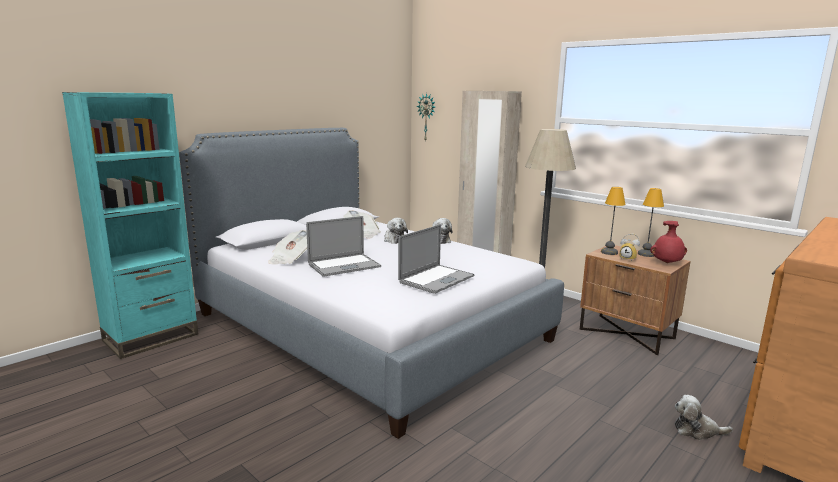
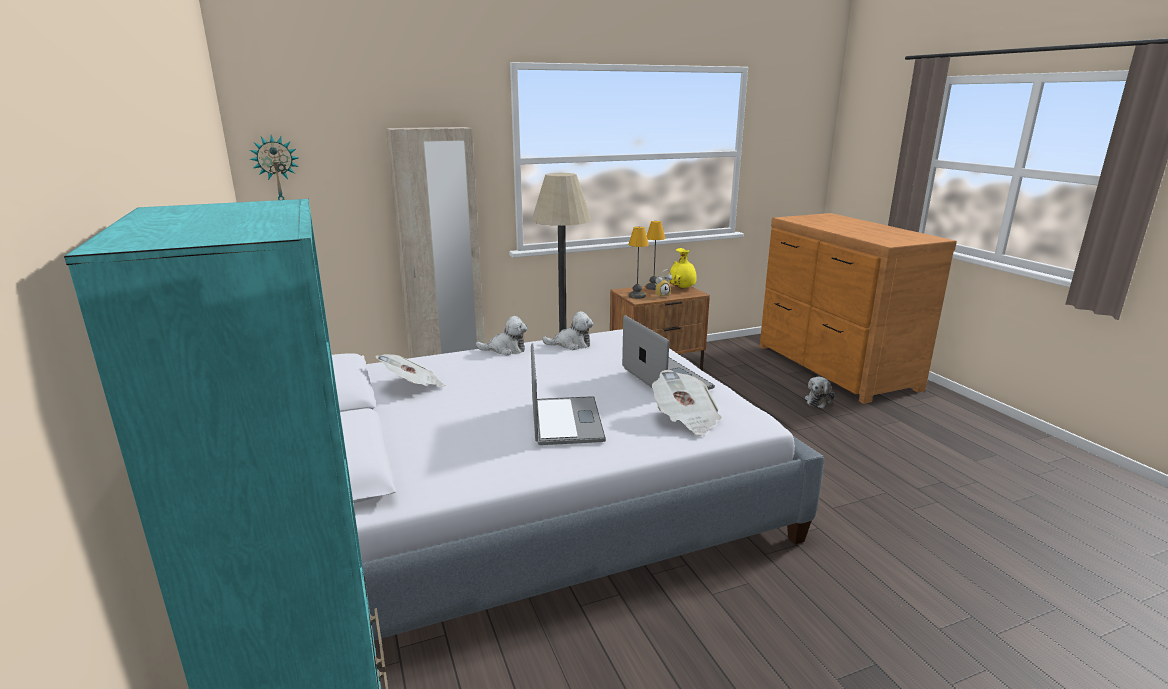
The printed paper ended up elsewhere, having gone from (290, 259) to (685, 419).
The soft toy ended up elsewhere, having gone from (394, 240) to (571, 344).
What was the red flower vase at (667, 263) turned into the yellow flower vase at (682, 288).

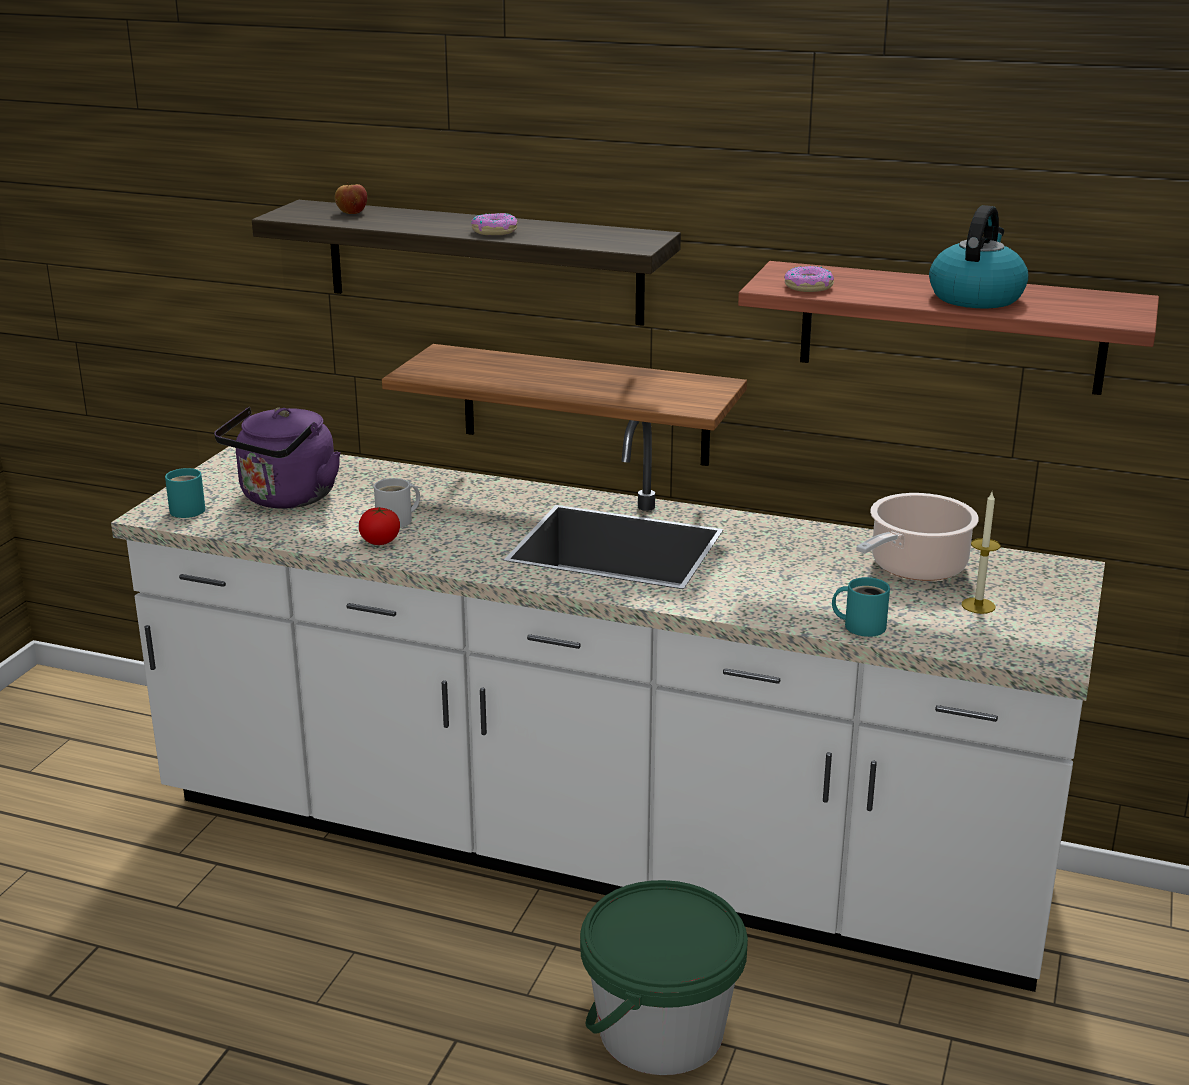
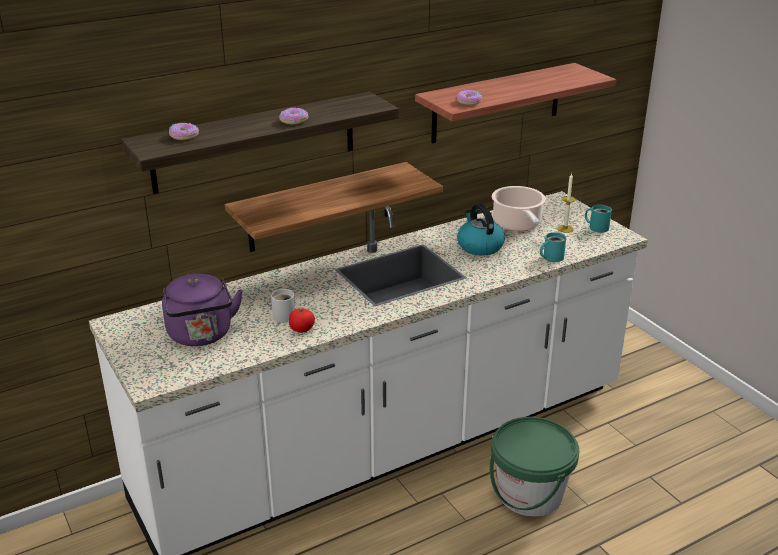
The turquoise mug ended up elsewhere, having gone from (189, 509) to (597, 227).
The water kettle ended up elsewhere, having gone from (976, 297) to (479, 246).
Where the apple stood at (352, 212), the ring doughnut came to stand at (184, 136).

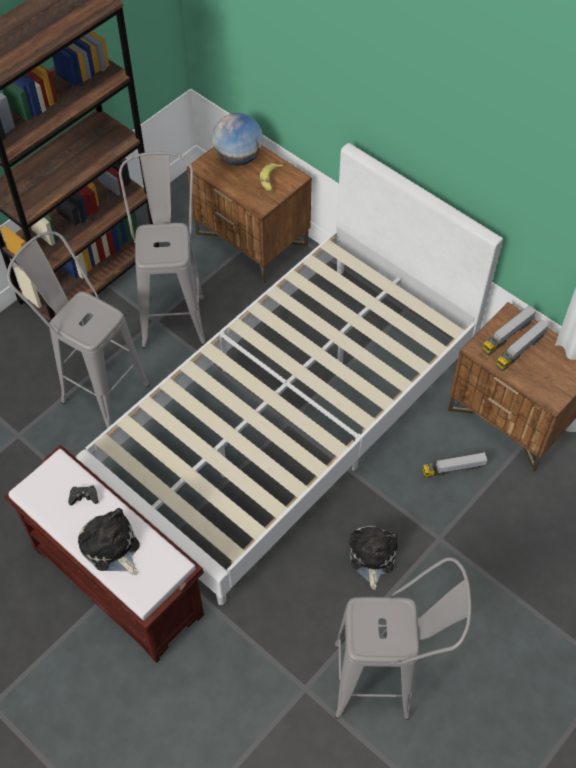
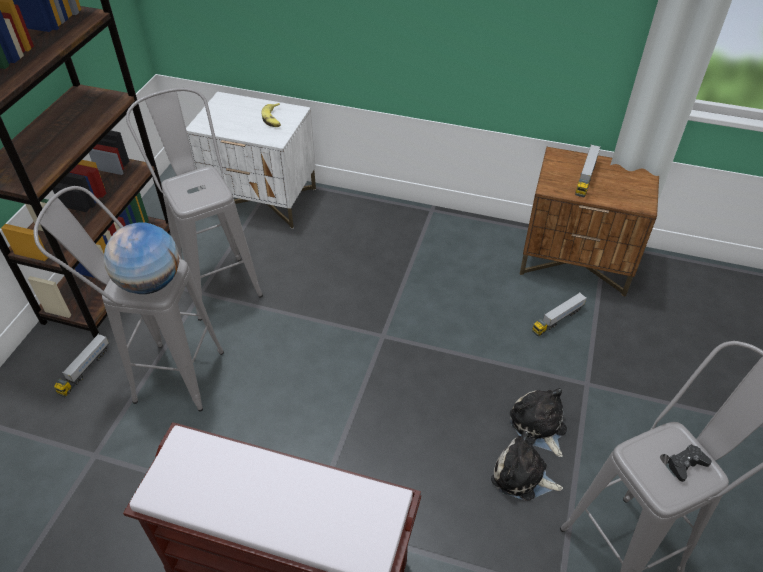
The second view lost the white-coloured bedroom bed at (288, 419).
The black gamepad ended up elsewhere, having gone from (84, 497) to (686, 465).
The soft toy ended up elsewhere, having gone from (111, 548) to (522, 476).
The world globe ended up elsewhere, having gone from (238, 158) to (151, 283).
The toy lorry ended up elsewhere, having gone from (507, 335) to (85, 370).
What was the brown-coloured night table at (252, 240) turned into the white-coloured night table at (262, 199).

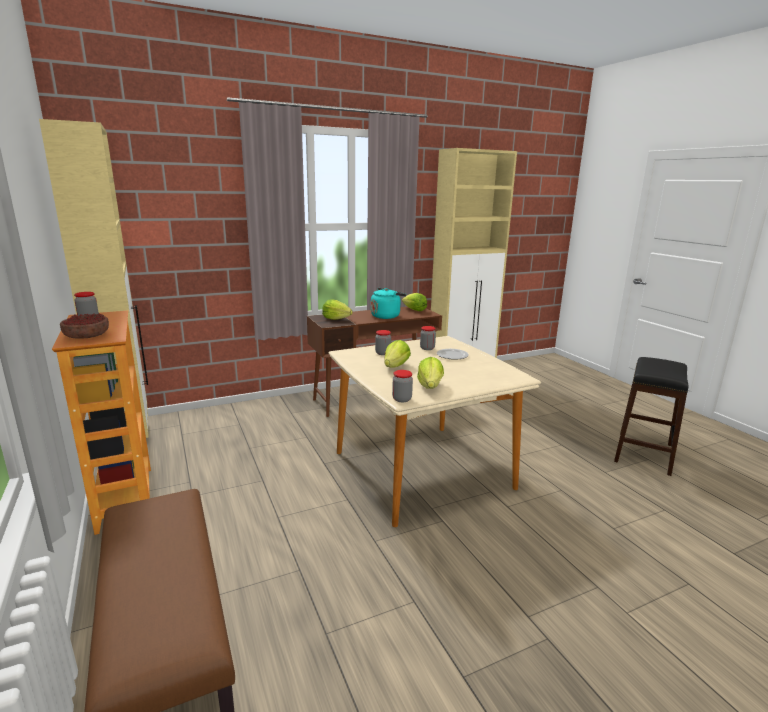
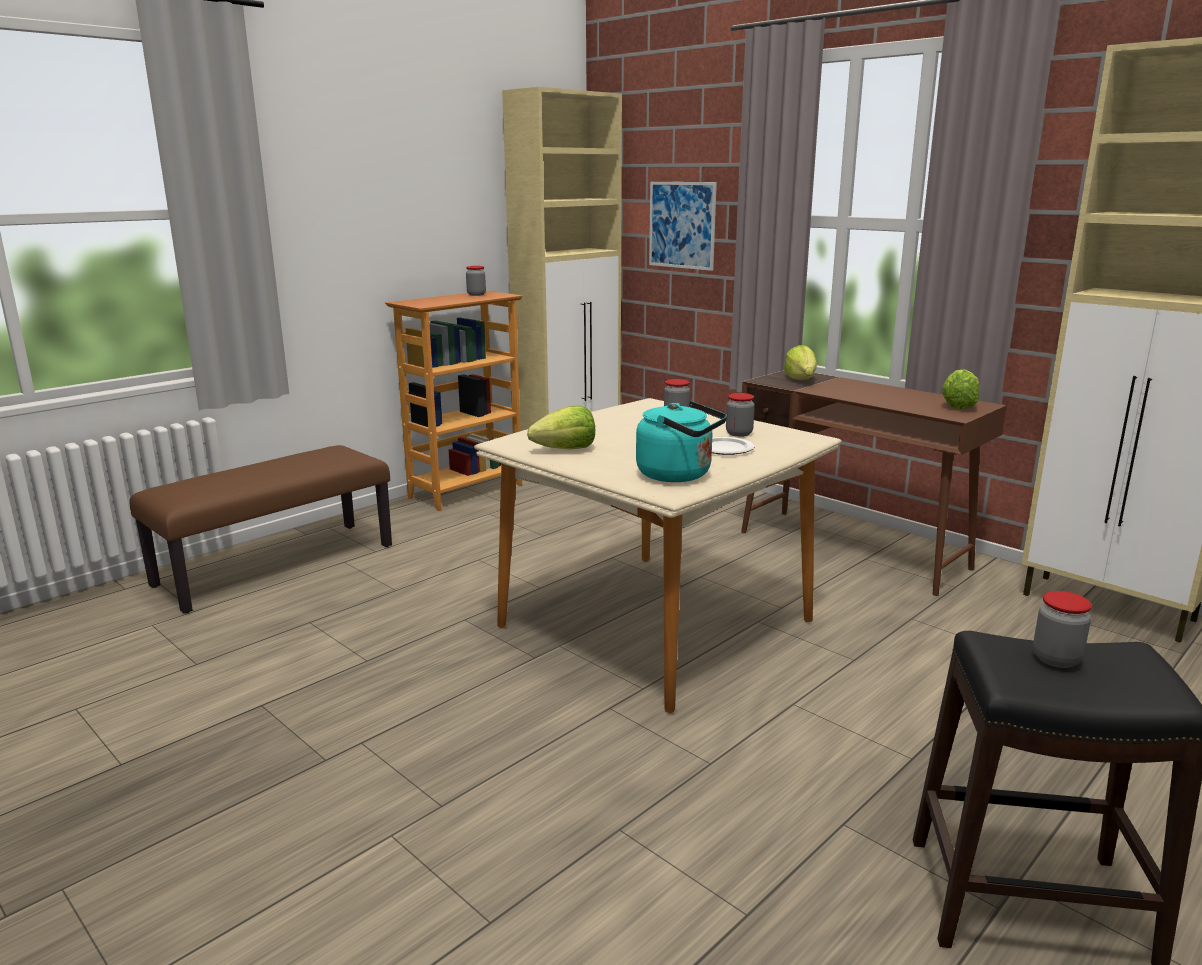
The second view lost the deep dish at (87, 336).
The second view lost the head of lettuce at (395, 366).
The second view gained the wall picture at (682, 225).
The turquoise water kettle ended up elsewhere, having gone from (386, 316) to (679, 475).
The storage jar ended up elsewhere, having gone from (402, 399) to (1056, 659).

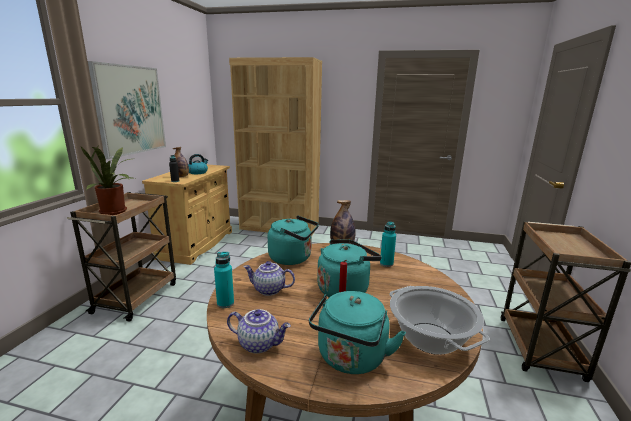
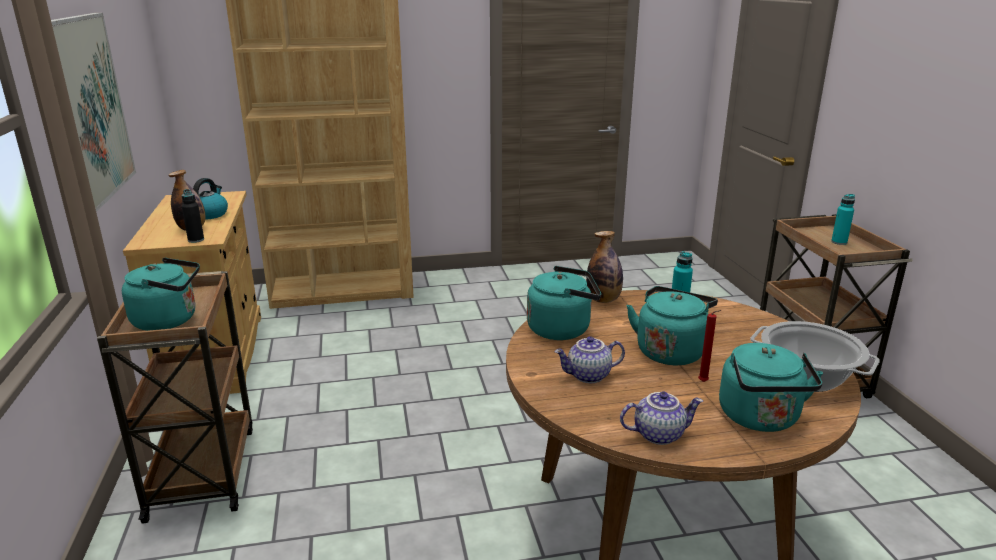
The turquoise bottle ended up elsewhere, having gone from (225, 303) to (839, 242).
Where the plant in a pot stood at (116, 212), the turquoise water kettle came to stand at (169, 320).

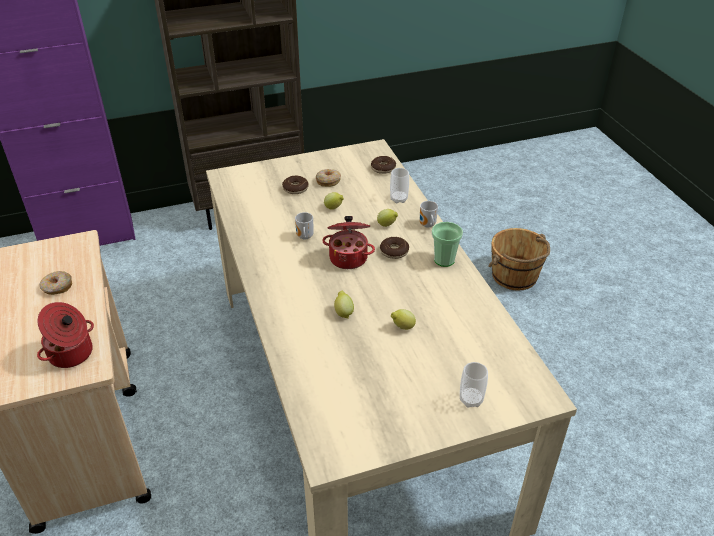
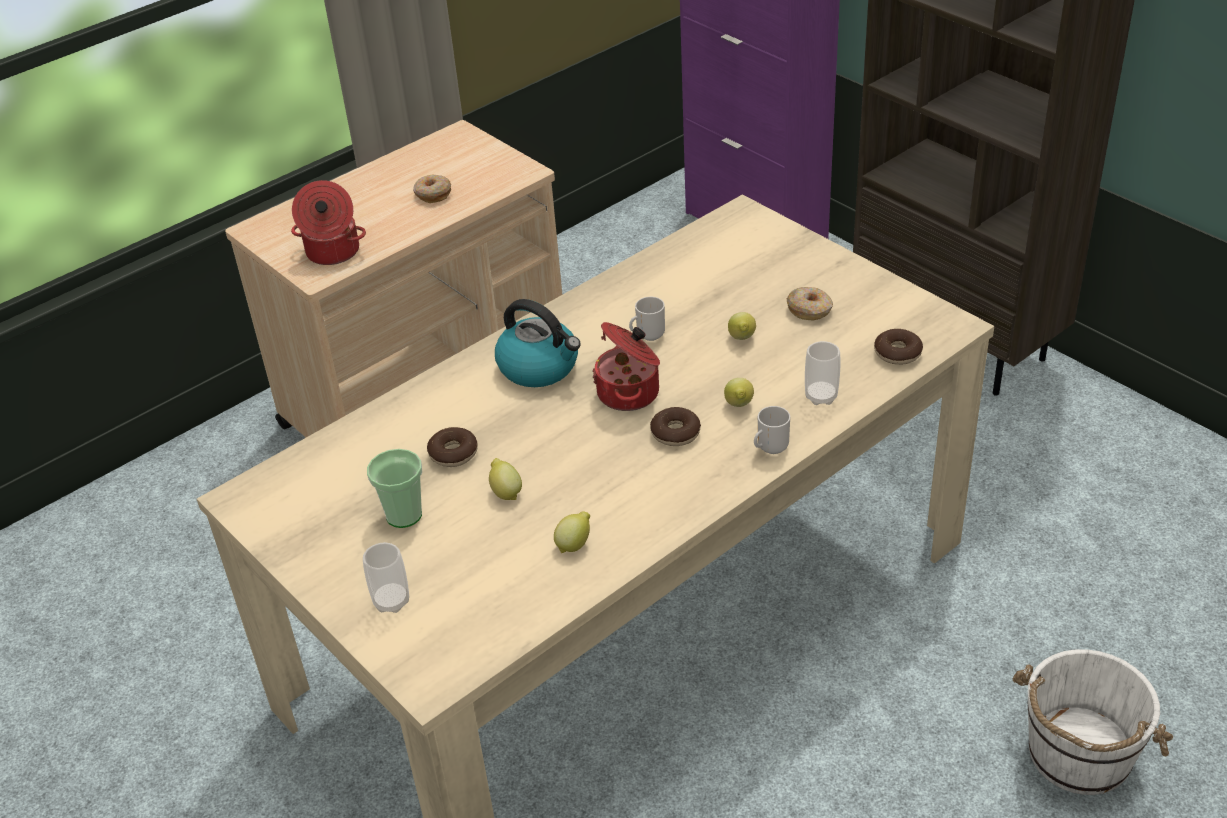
The second view gained the water kettle at (540, 367).
The ring doughnut ended up elsewhere, having gone from (295, 188) to (453, 453).
The citrus fruit ended up elsewhere, having gone from (343, 312) to (574, 544).
The cup ended up elsewhere, having gone from (444, 260) to (404, 515).
What was the brown-coloured pail at (515, 276) turned into the white-coloured pail at (1078, 755).

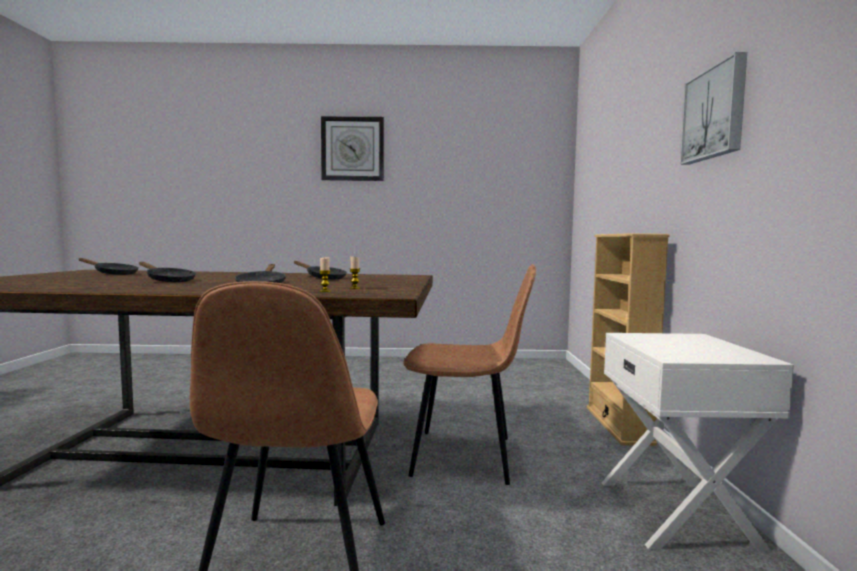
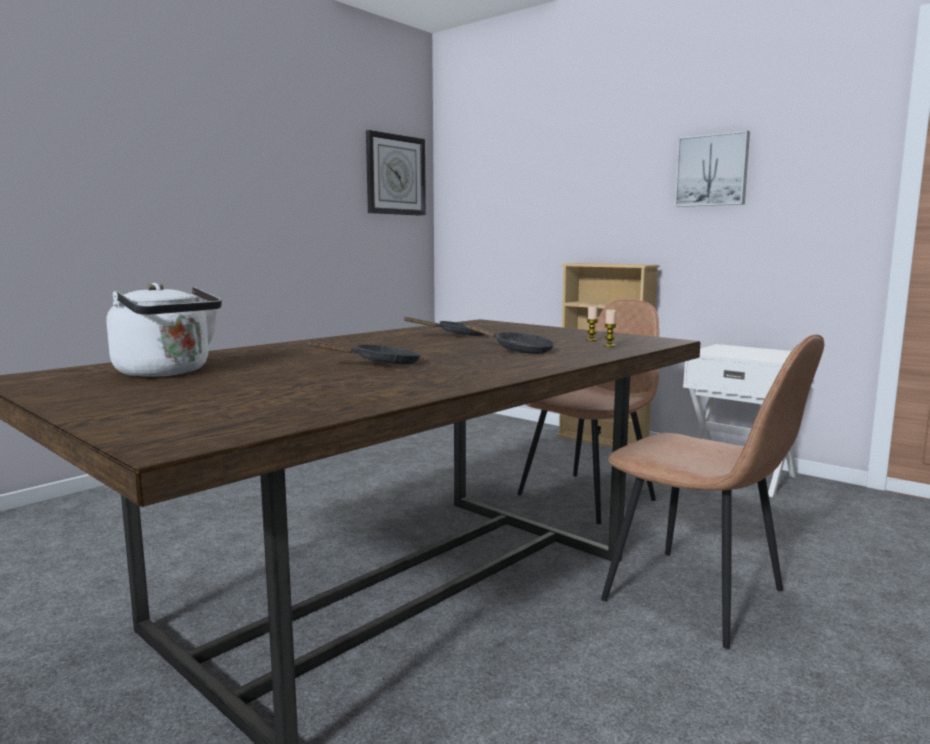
The hanging clock ended up elsewhere, having gone from (352, 149) to (395, 175).
Where the black skillet stood at (113, 274), the white-coloured water kettle came to stand at (167, 372).

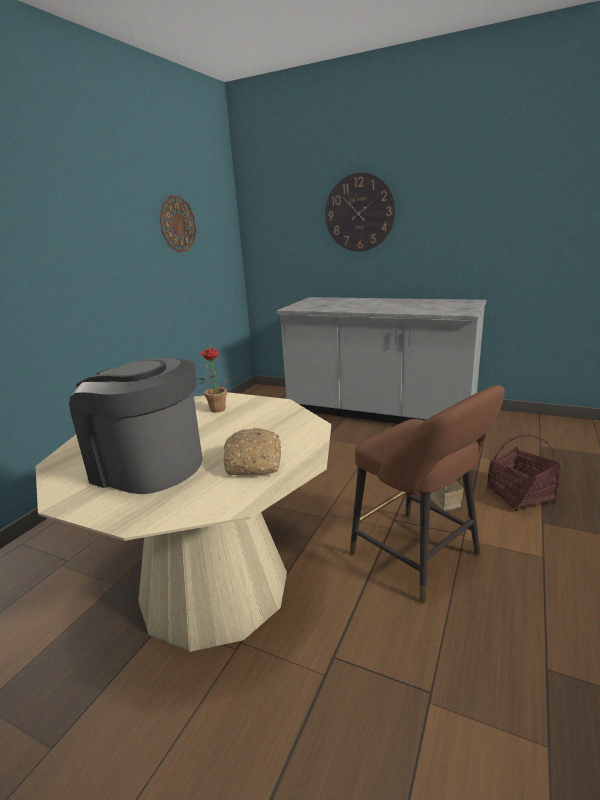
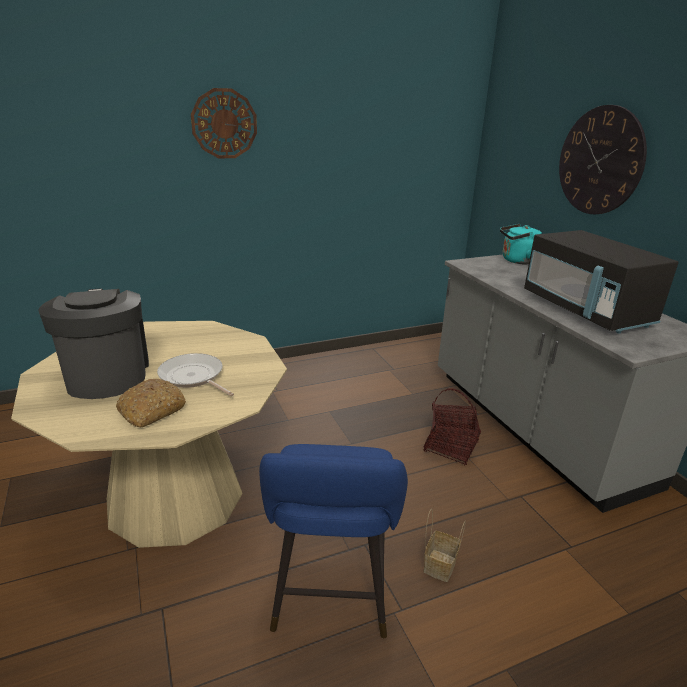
The second view lost the plant in a pot at (217, 410).
The second view gained the skillet at (193, 377).
The second view gained the turquoise water kettle at (517, 261).
The second view gained the black microwave at (585, 310).
The hanging clock ended up elsewhere, having gone from (177, 224) to (224, 124).
The storage basket ended up elsewhere, having gone from (520, 496) to (451, 447).
What was the brown-coloured sitting stool at (420, 557) turned into the blue-coloured sitting stool at (331, 595).

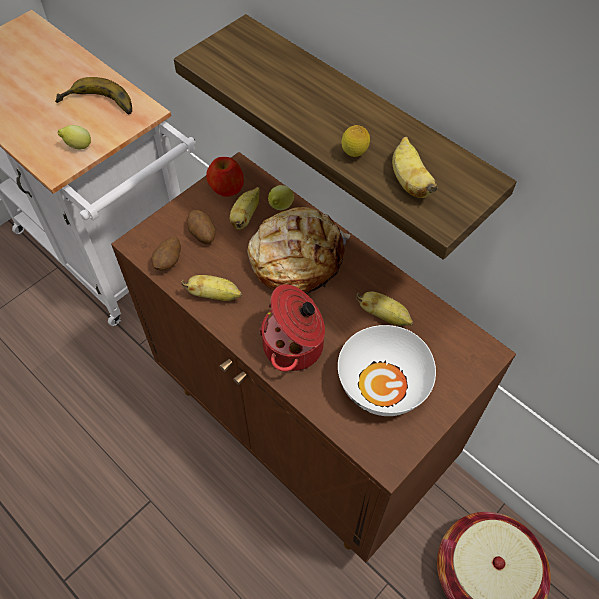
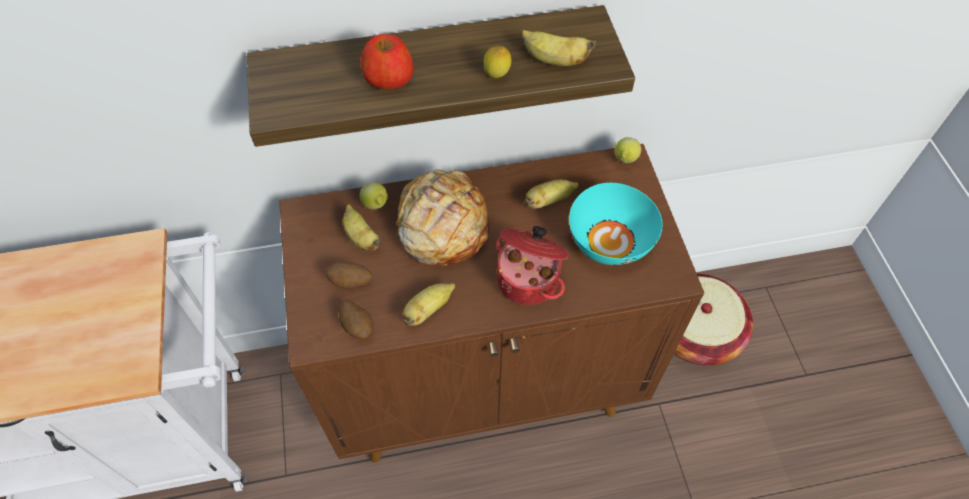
The second view lost the banana fruit at (97, 106).
The citrus fruit ended up elsewhere, having gone from (78, 146) to (625, 160).
The apple ended up elsewhere, having gone from (226, 187) to (388, 79).
What was the white-coloured deep dish at (382, 384) turned into the turquoise deep dish at (609, 241).

